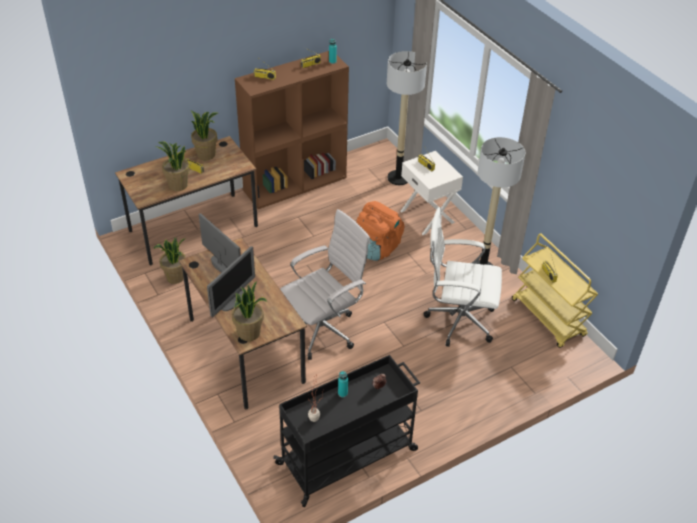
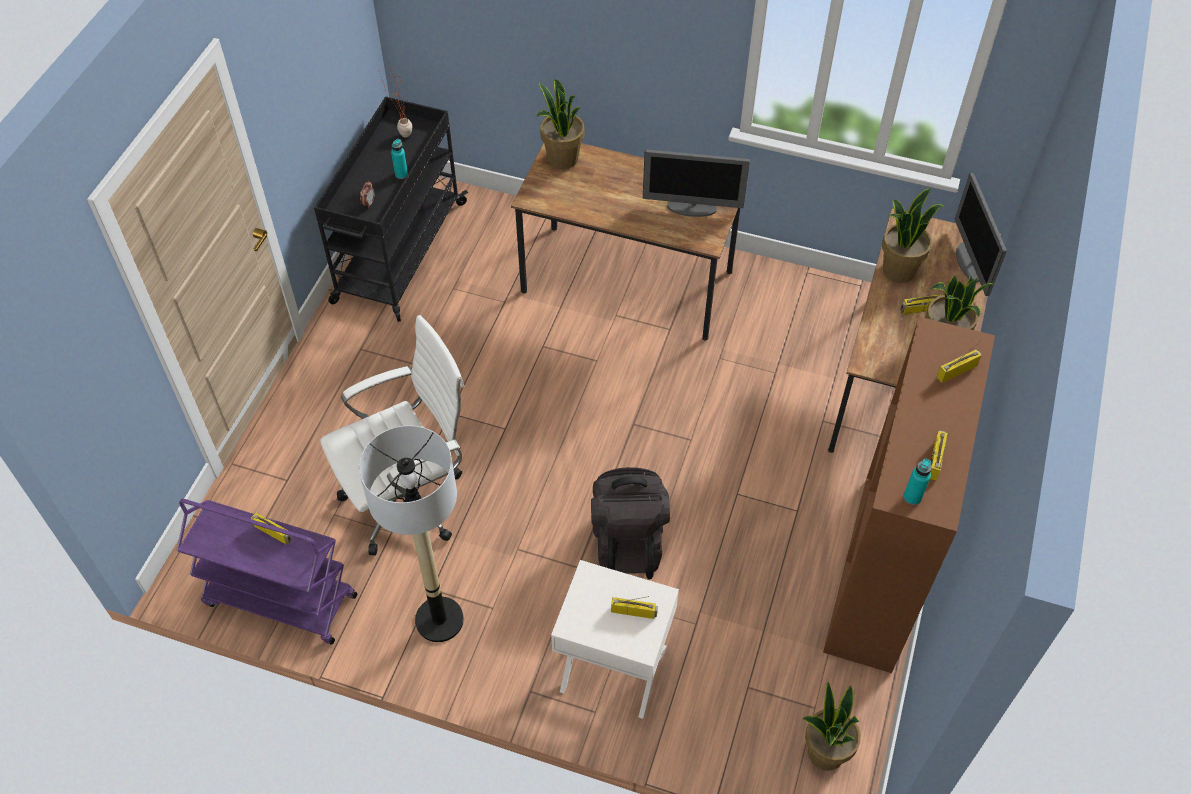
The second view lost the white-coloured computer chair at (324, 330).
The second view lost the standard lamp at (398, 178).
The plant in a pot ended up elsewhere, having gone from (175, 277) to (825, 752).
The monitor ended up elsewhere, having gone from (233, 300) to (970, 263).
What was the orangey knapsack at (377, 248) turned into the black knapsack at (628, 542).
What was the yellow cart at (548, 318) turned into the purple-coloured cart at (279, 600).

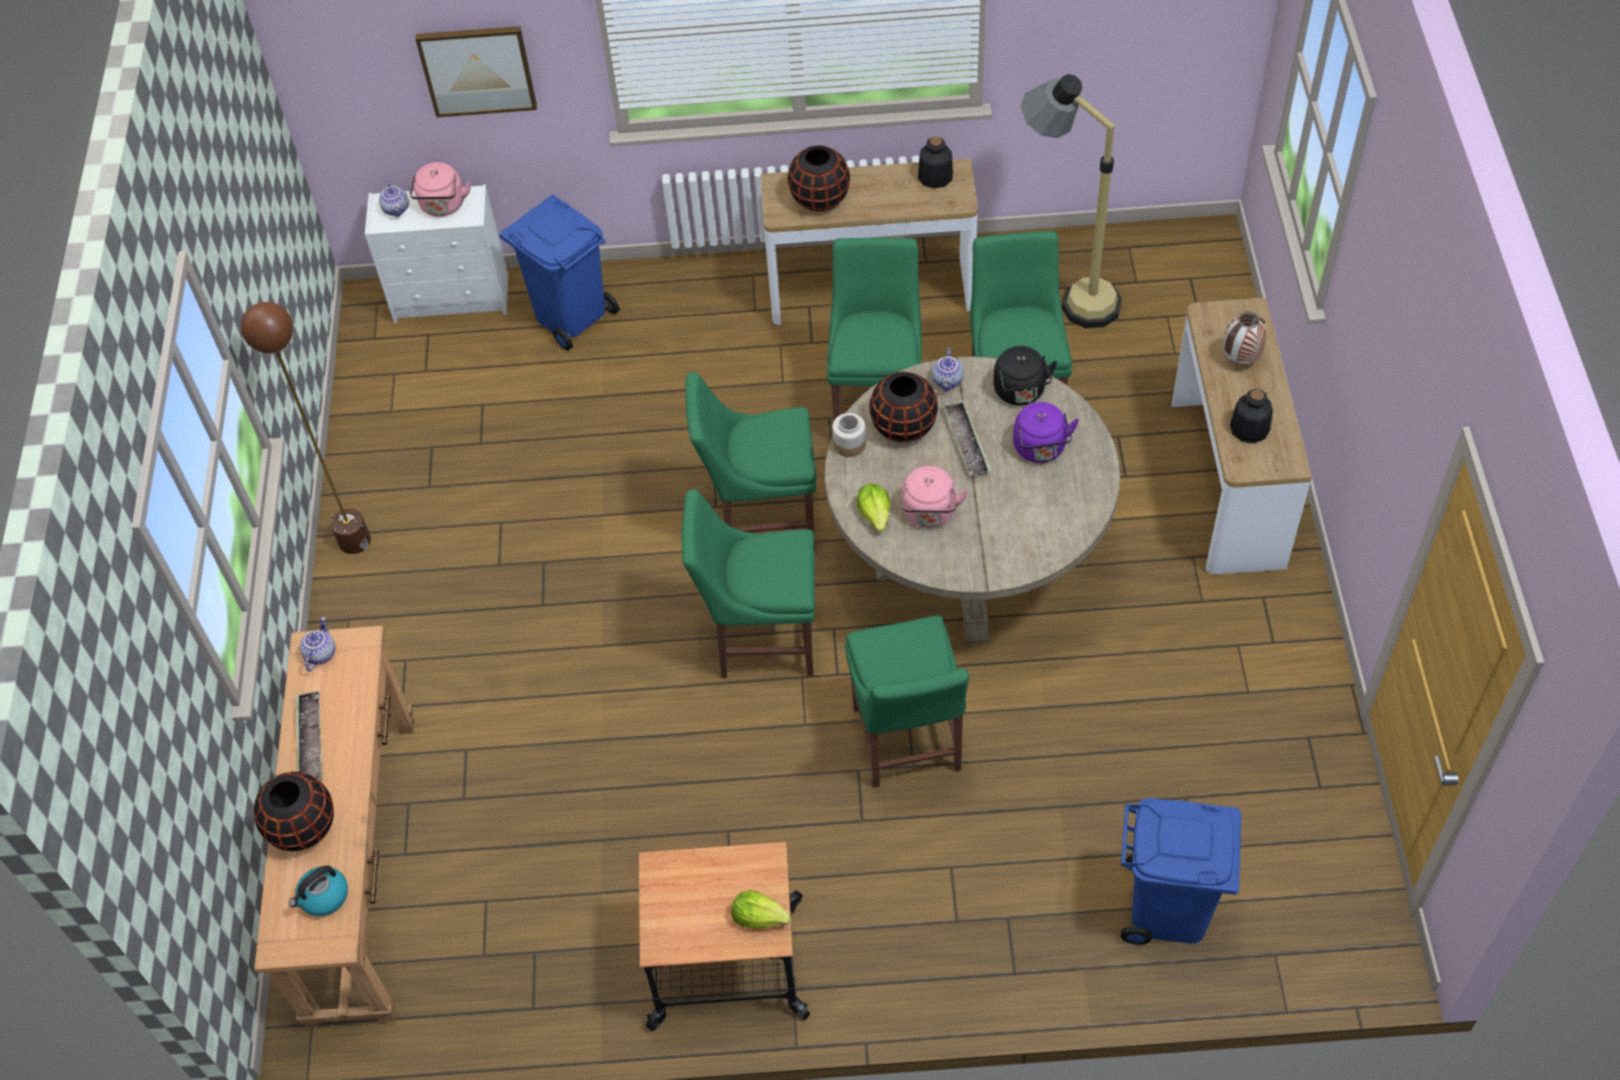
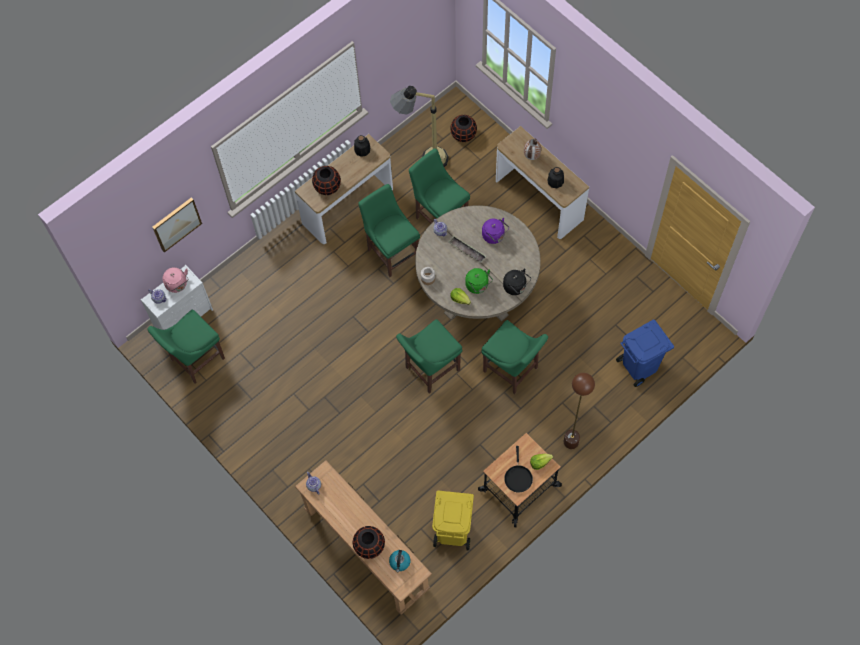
The second view lost the tray at (310, 741).
The second view lost the blue-coloured waste bin at (572, 315).
The second view gained the yellow waste bin at (453, 531).
The second view gained the black skillet at (518, 477).
The brown-coloured standard lamp ended up elsewhere, having gone from (354, 541) to (571, 442).
The green-coloured upright chair ended up elsewhere, having gone from (761, 521) to (195, 360).
The black flower vase ended up elsewhere, having gone from (903, 427) to (463, 135).
The black water kettle ended up elsewhere, having gone from (1021, 392) to (516, 287).
What was the pink-coloured water kettle at (929, 514) turned into the green-coloured water kettle at (478, 286).

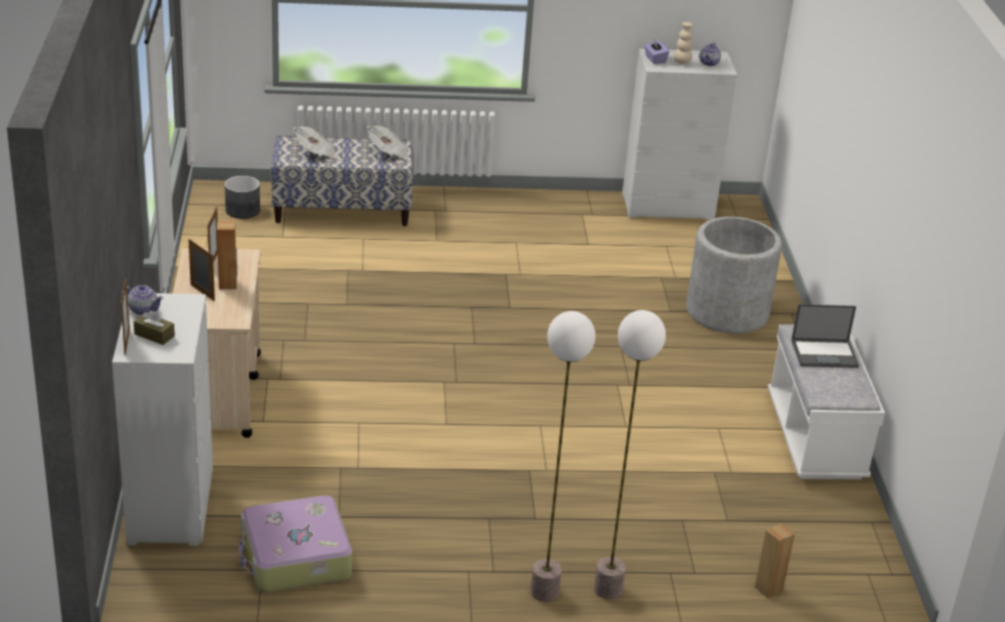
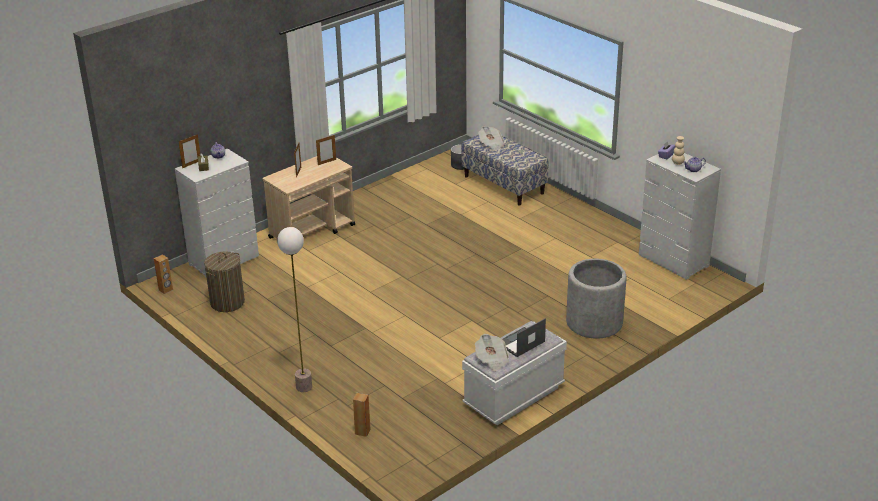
The second view lost the standard lamp at (545, 591).
The brown-coloured speaker ended up elsewhere, having gone from (228, 284) to (166, 290).
The printed paper ended up elsewhere, having gone from (388, 153) to (492, 360).
Where the piece of luggage stood at (295, 557), the hamper came to stand at (227, 302).
The notebook computer at (825, 353) ended up facing another way, 90 degrees clockwise from before.

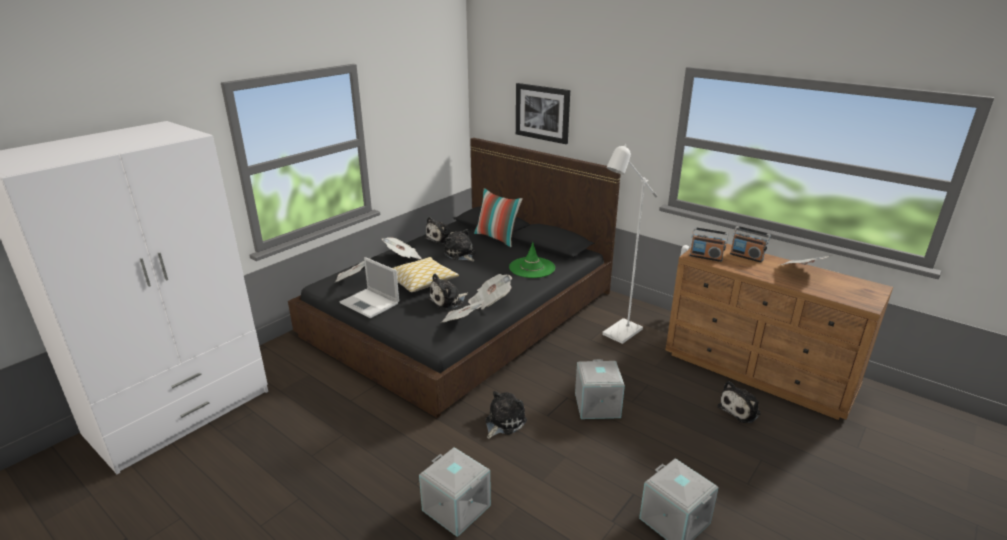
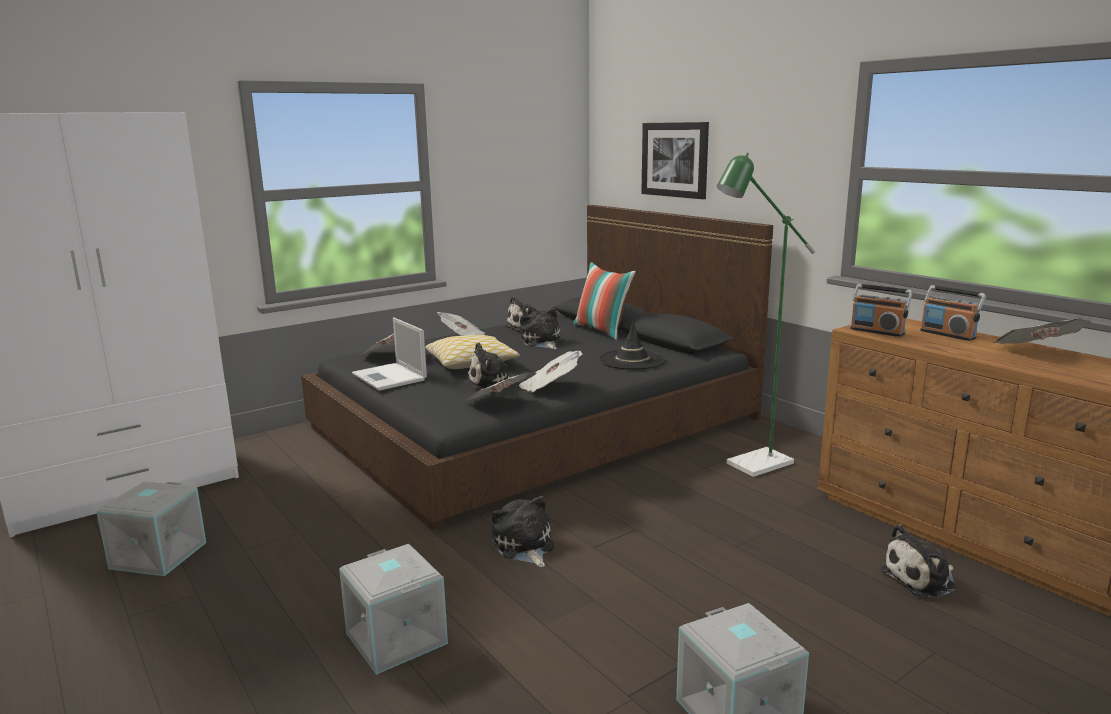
The gray storage box ended up elsewhere, having gone from (596, 405) to (157, 555).
What was the green-coloured hat at (532, 268) turned into the black hat at (632, 360).
What was the white-coloured standard lamp at (618, 335) turned into the green-coloured standard lamp at (751, 466).
The soft toy at (503, 422) ended up facing another way, 75 degrees counterclockwise from before.

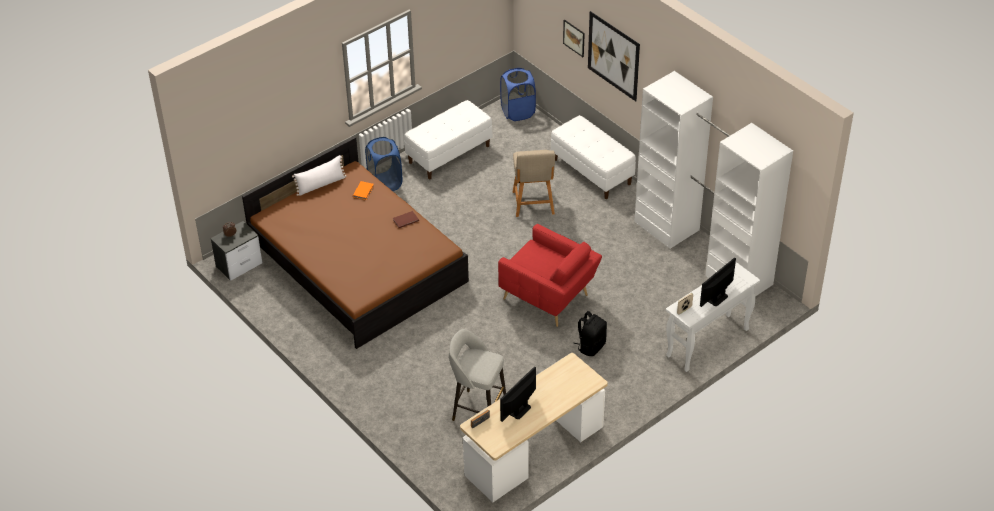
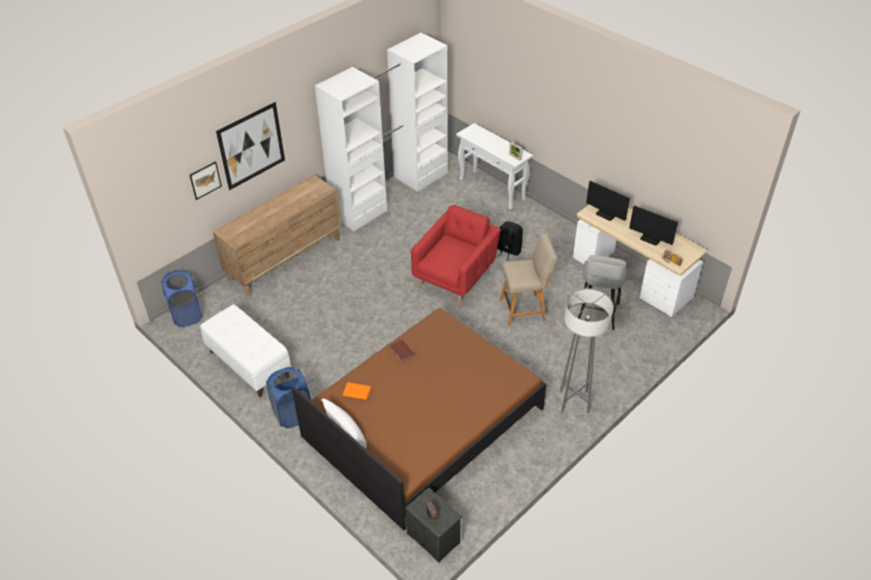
The second view gained the gray standard lamp at (574, 401).
The beige-coloured upright chair ended up elsewhere, having gone from (533, 204) to (525, 309).
The monitor ended up elsewhere, having gone from (717, 298) to (605, 214).
Where the white-coloured long seat stood at (592, 171), the brown-coloured drawer chest came to stand at (285, 258).

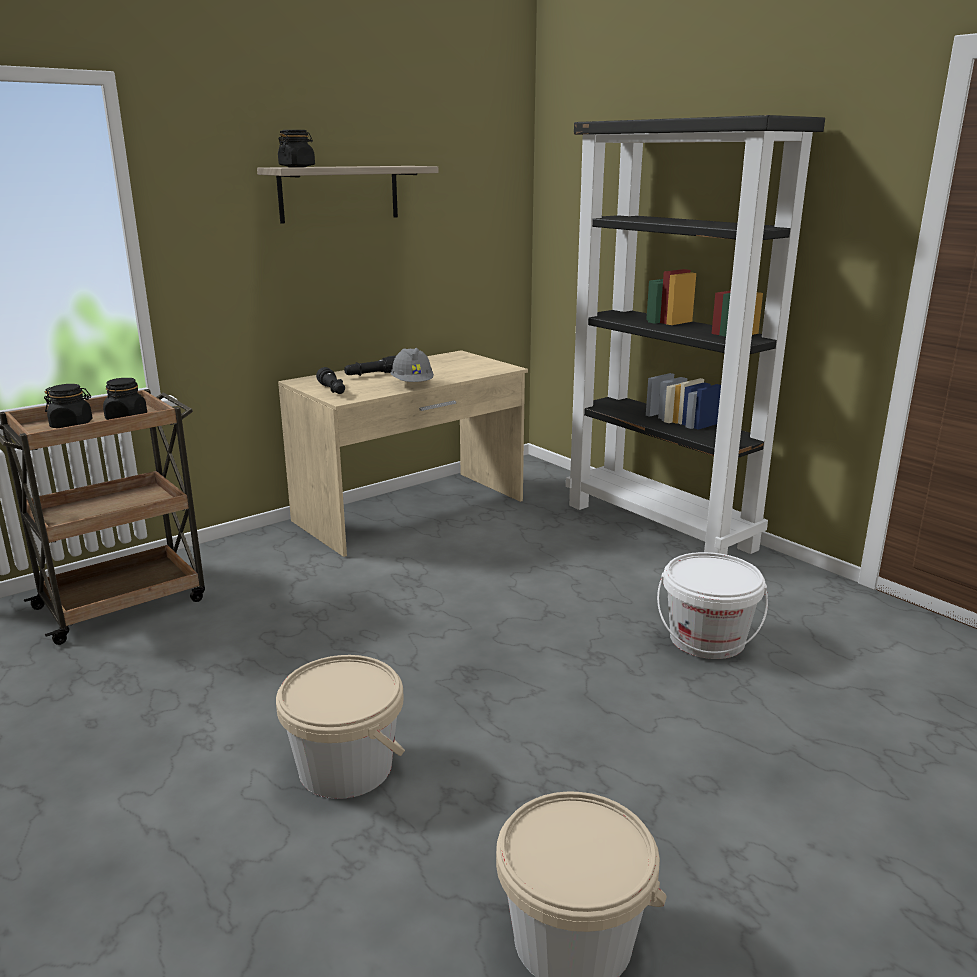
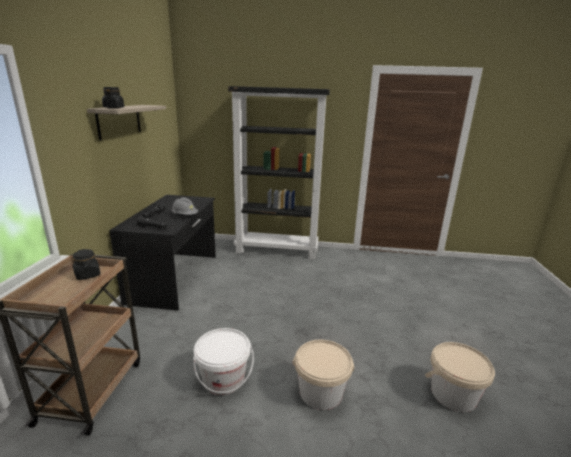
The second view lost the black storage jar at (72, 425).
The white-coloured pail ended up elsewhere, having gone from (707, 639) to (223, 379).
What was the beige-coloured desk unit at (411, 511) turned into the black desk unit at (175, 278).

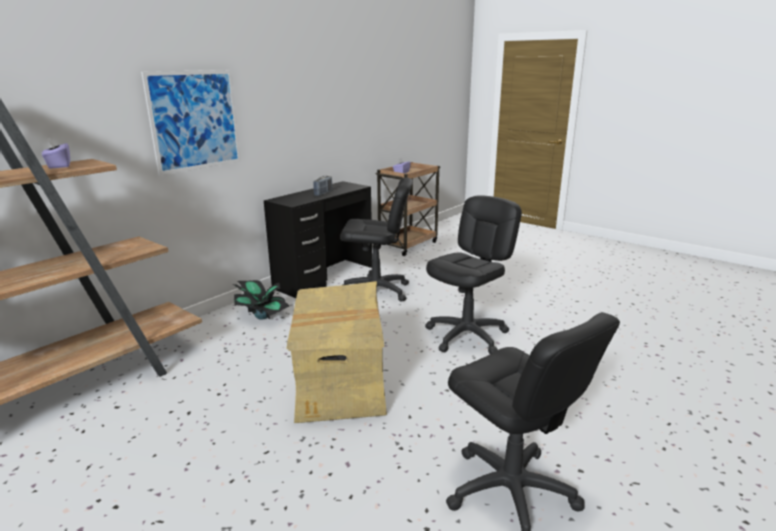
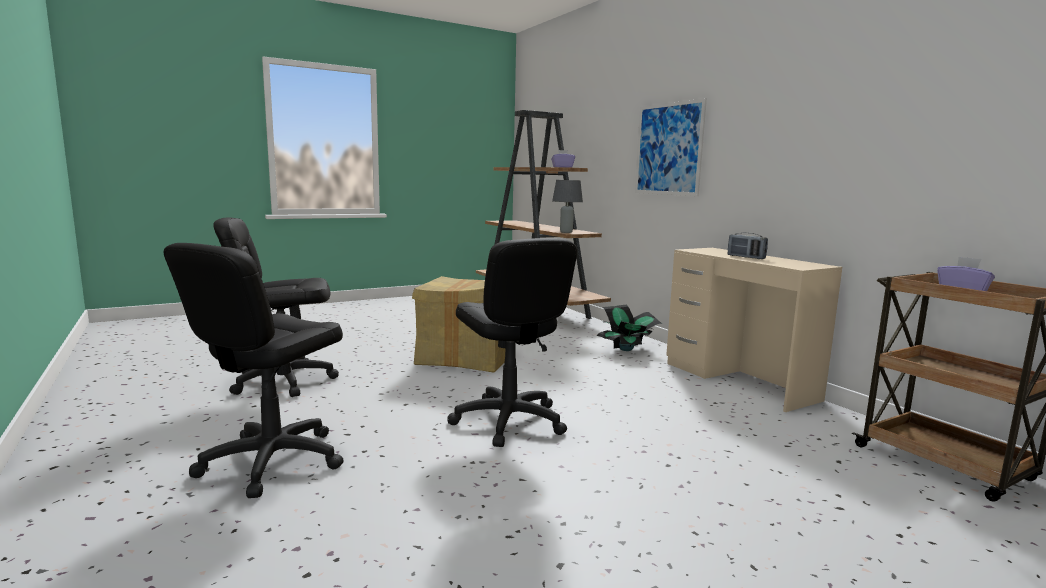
The second view gained the gray table lamp at (566, 232).
The black computer chair ended up elsewhere, having gone from (376, 291) to (272, 461).
What was the black desk unit at (324, 277) turned into the beige-coloured desk unit at (739, 381).

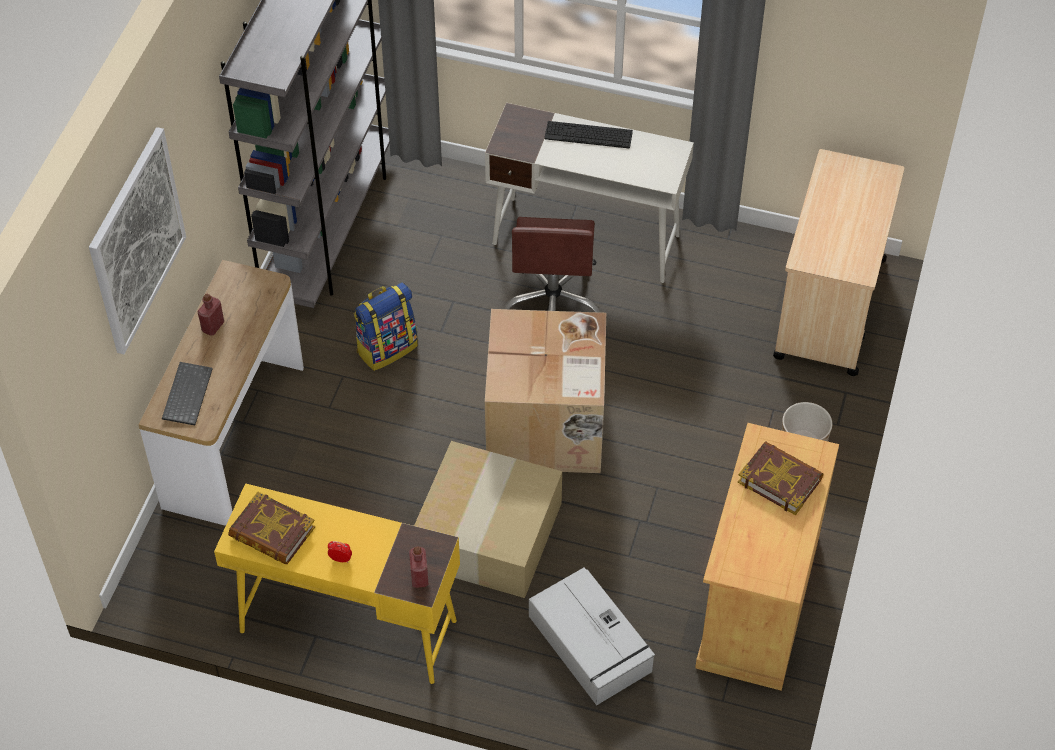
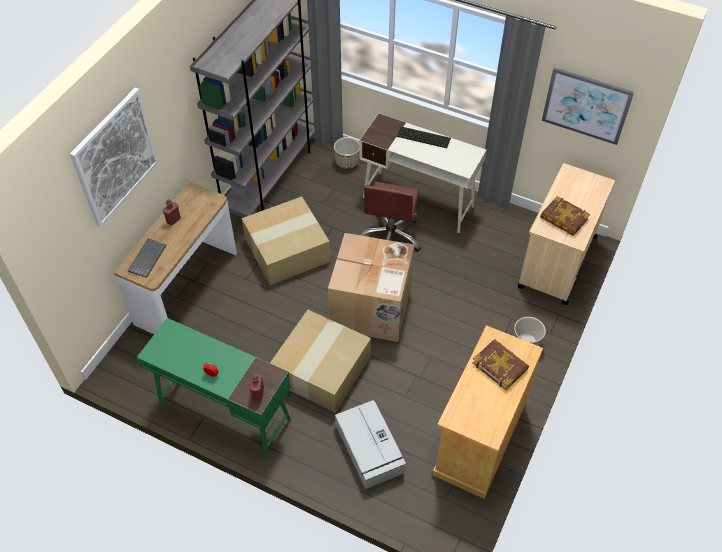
The second view gained the plant pot at (347, 162).
The second view gained the wall picture at (586, 105).
The book ended up elsewhere, having gone from (272, 533) to (563, 219).
Where the knapsack stood at (387, 348), the cardboard box came to stand at (287, 249).
What was the yellow desk unit at (347, 625) turned into the green-coloured desk unit at (224, 413).

